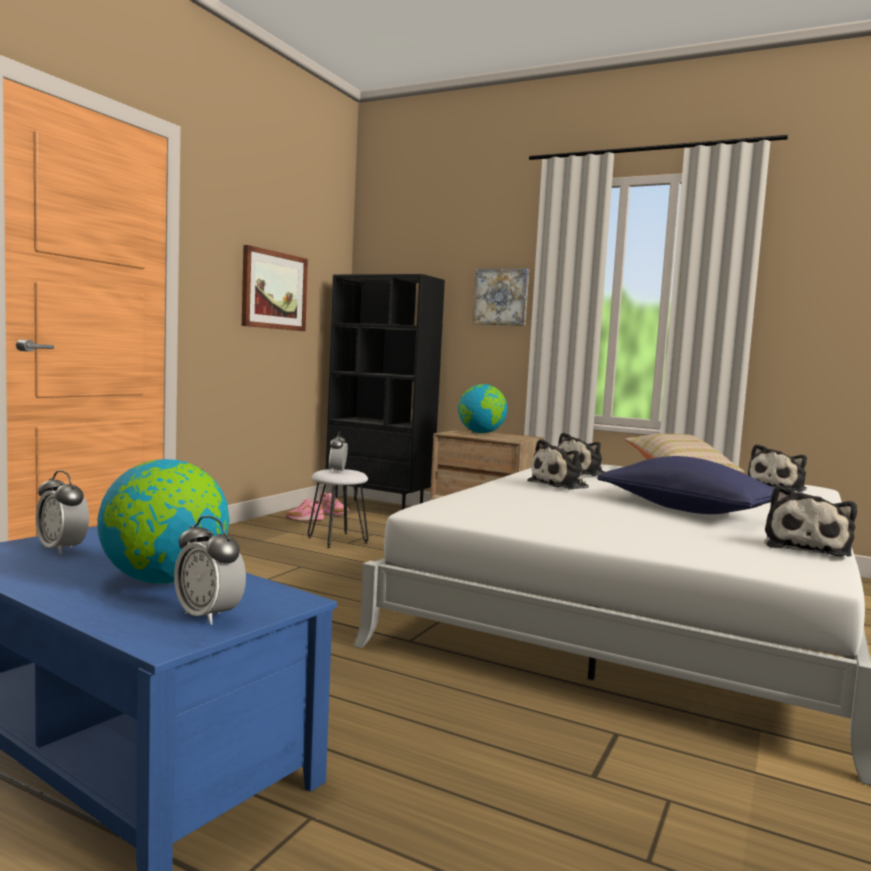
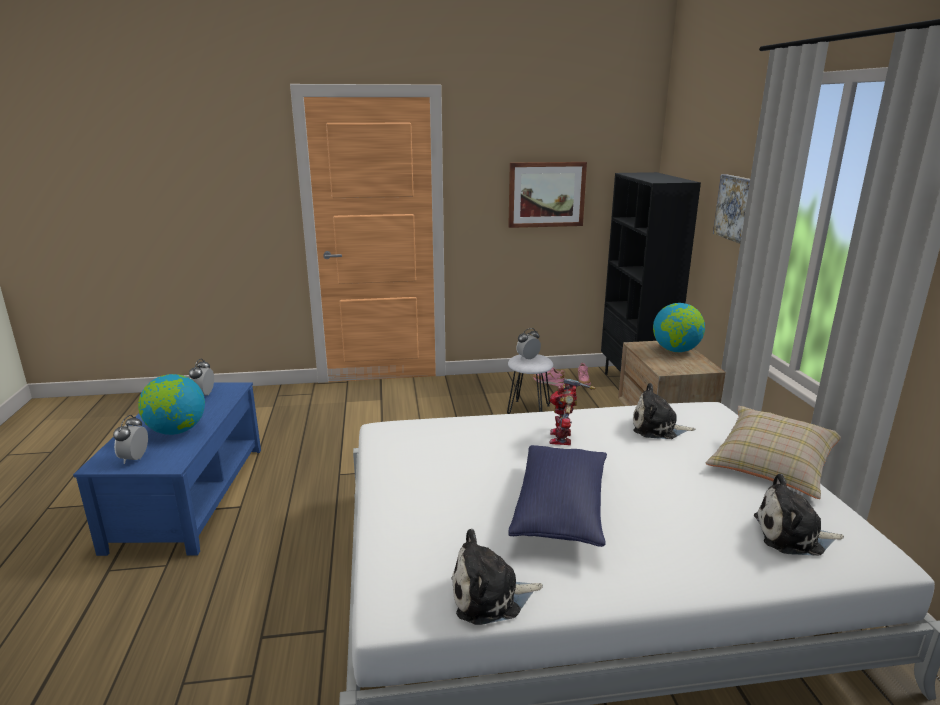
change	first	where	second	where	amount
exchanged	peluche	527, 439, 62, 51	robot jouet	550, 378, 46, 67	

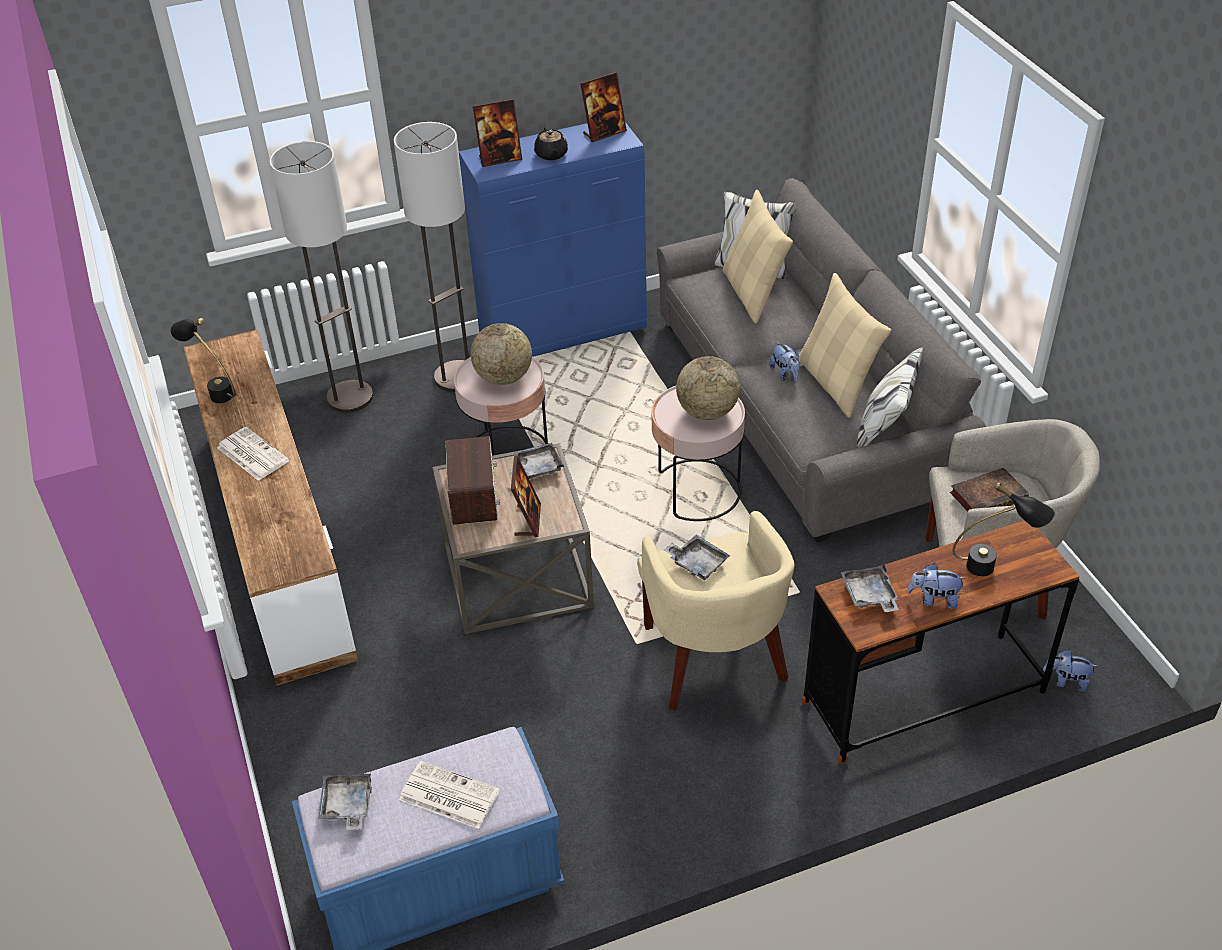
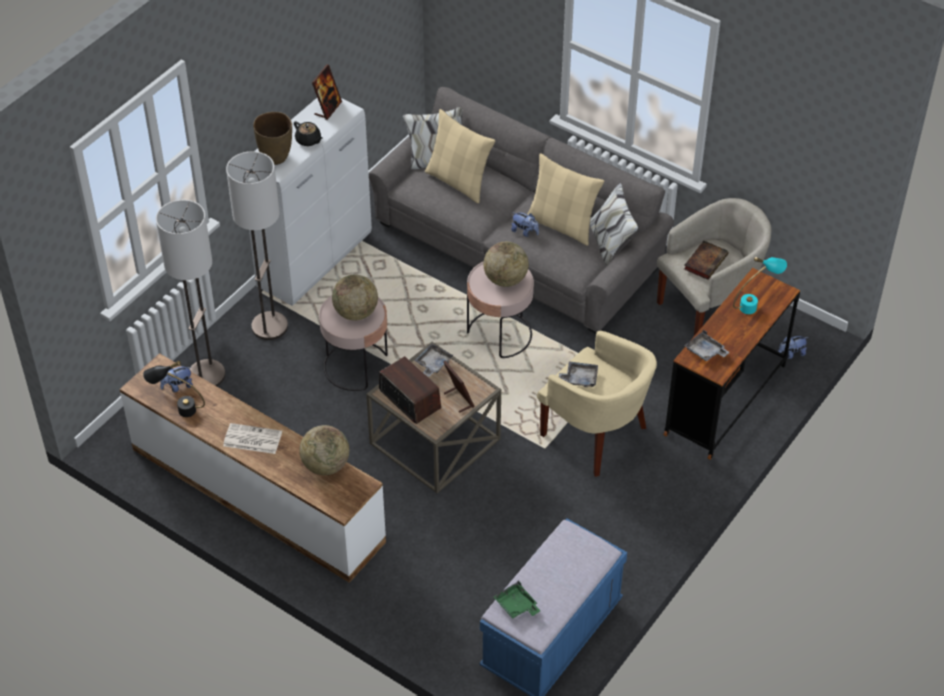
change	first	where	second	where	amount
exchanged	cadre photo	473, 99, 49, 68	vase/marron	253, 112, 39, 53	
colour	meuble de rangement/bleu	459, 122, 188, 235	meuble de rangement/blanc	249, 98, 123, 208	
colour	lampe de table/noir	952, 482, 103, 95	lampe de table/turquoise	733, 257, 54, 57	
relocated	peluche	907, 563, 60, 46		160, 367, 33, 25	
missing	journal	399, 761, 101, 68			
colour	plateau/gris	318, 773, 54, 57	plateau/vert	493, 581, 47, 38	
appeared			globe	299, 425, 50, 50	

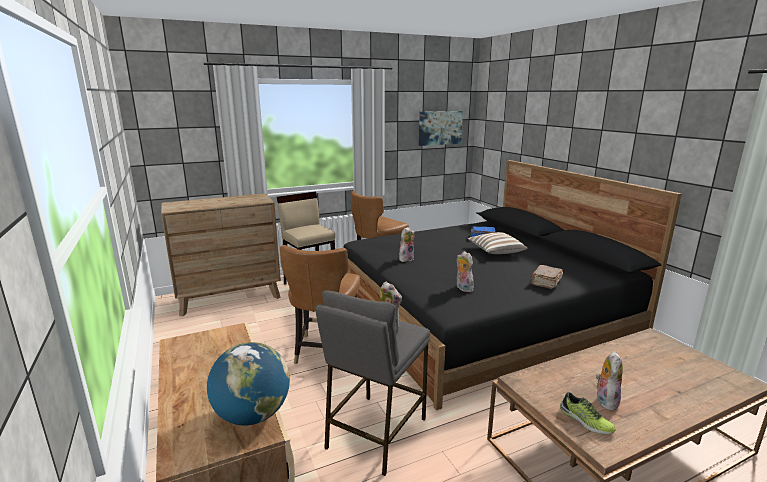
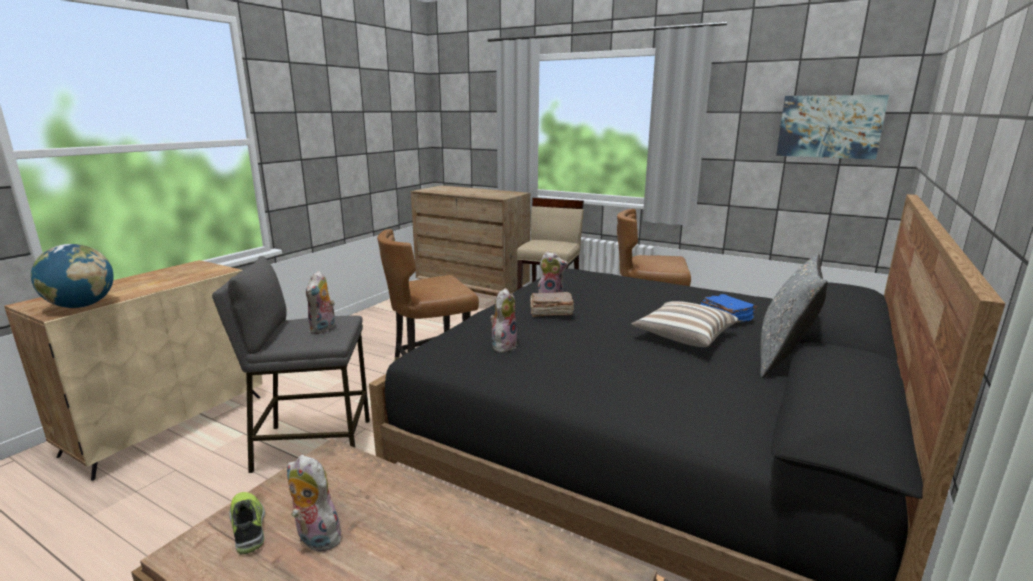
change	first	where	second	where	amount
relocated	livre/marron	531, 265, 32, 24		530, 292, 44, 25	
spun	peluche	596, 351, 27, 60		287, 455, 58, 98	135 degrees counterclockwise
spun	chaussure	560, 392, 56, 42		229, 492, 36, 62	135 degrees clockwise
appeared			coussin/gris	760, 253, 68, 125	

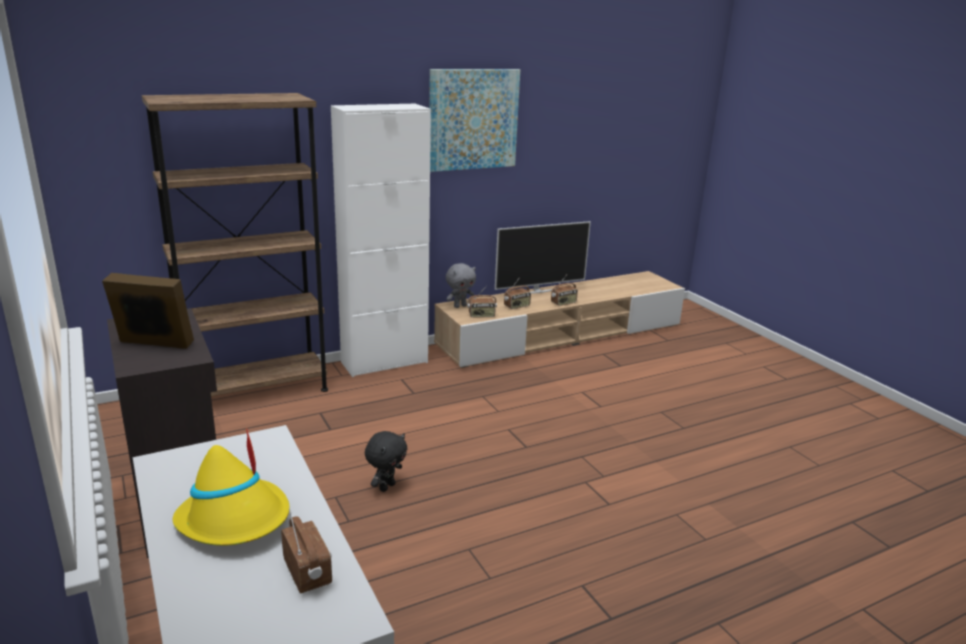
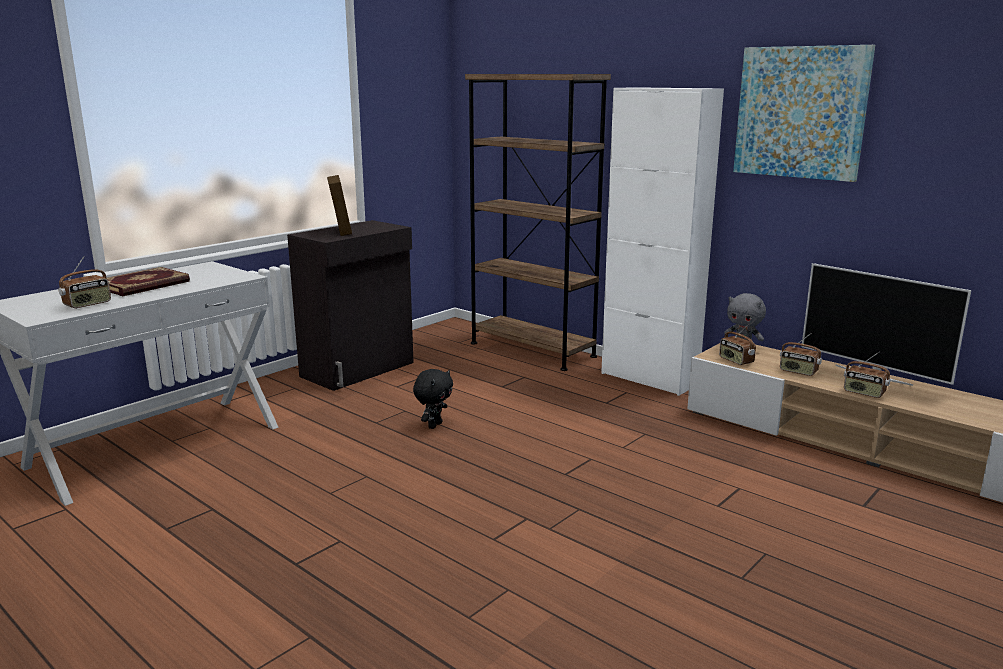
change	first	where	second	where	amount
exchanged	chapeau/jaune	173, 428, 117, 118	livre	107, 267, 83, 30	
spun	peluche/noir	365, 431, 42, 61		413, 369, 40, 60	75 degrees counterclockwise

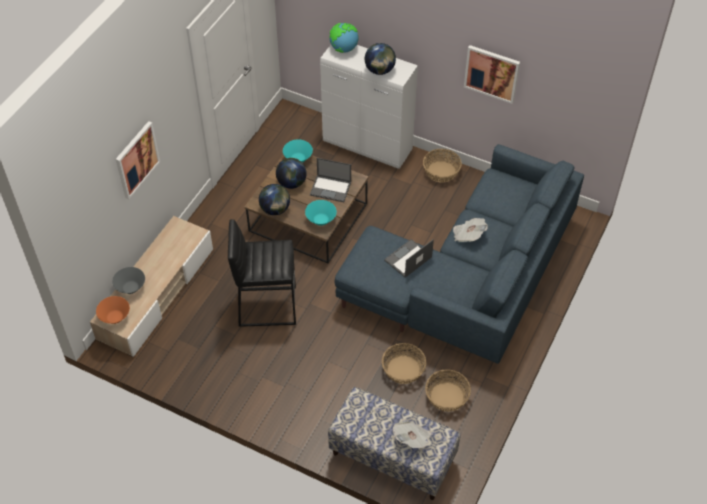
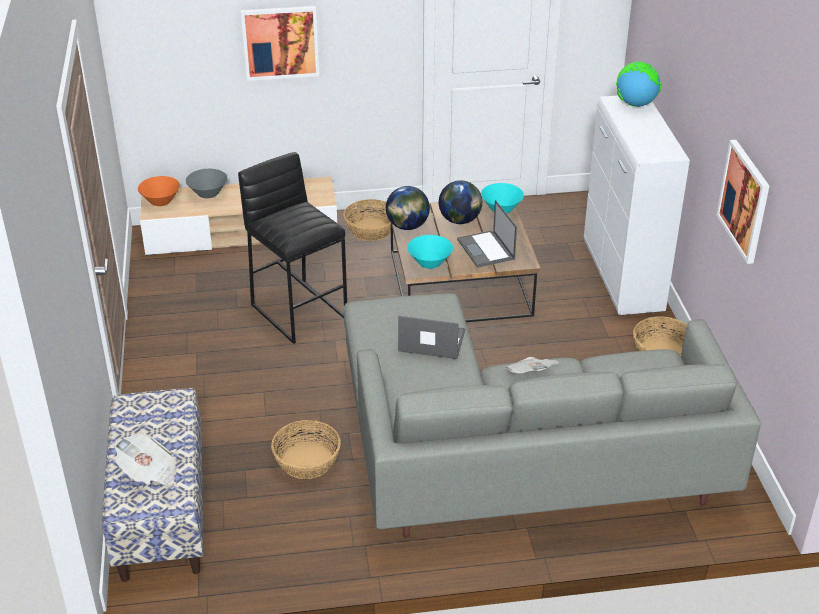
change	first	where	second	where	amount
missing	globe	365, 43, 31, 32			
colour	canapé/bleu	334, 144, 250, 220	canapé/gris	344, 293, 417, 245	
relocated	panier	425, 370, 46, 42		343, 199, 48, 42	

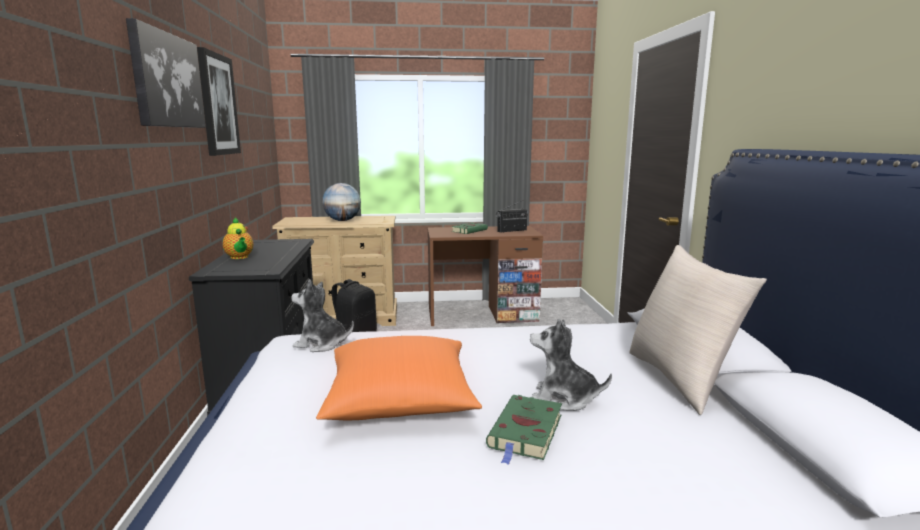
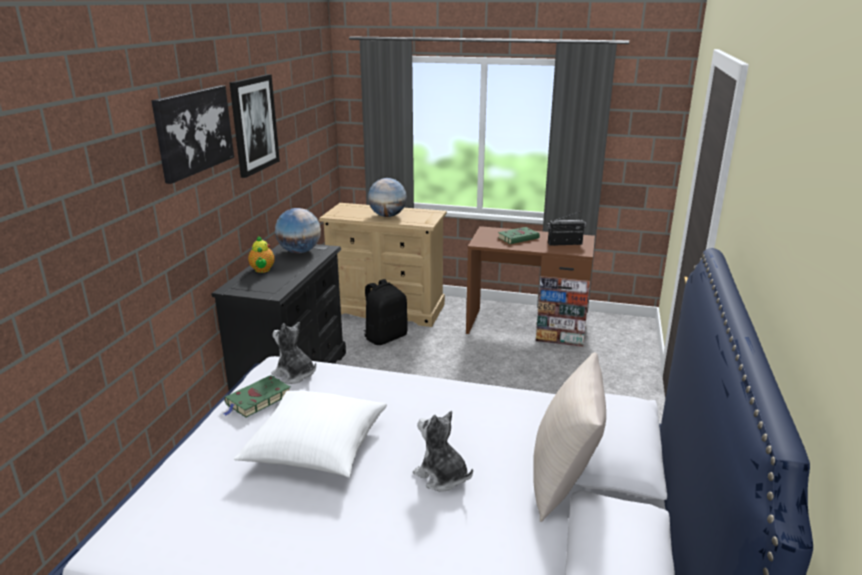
change	first	where	second	where	amount
colour	coussin/orange	316, 336, 166, 84	coussin/blanc	234, 390, 153, 88	
relocated	livre/vert	486, 395, 76, 70		223, 375, 67, 42	
appeared			globe	275, 208, 46, 45	

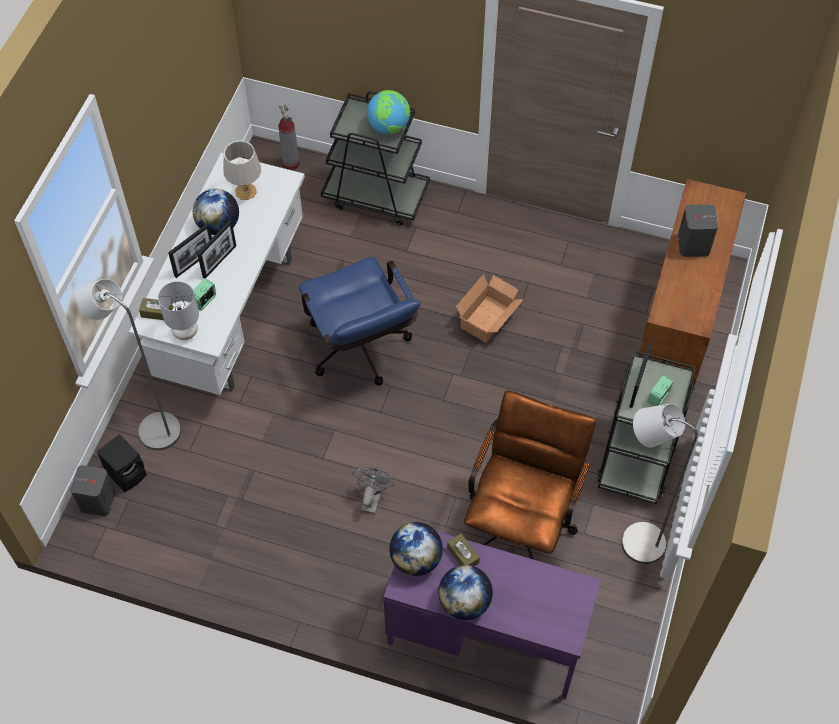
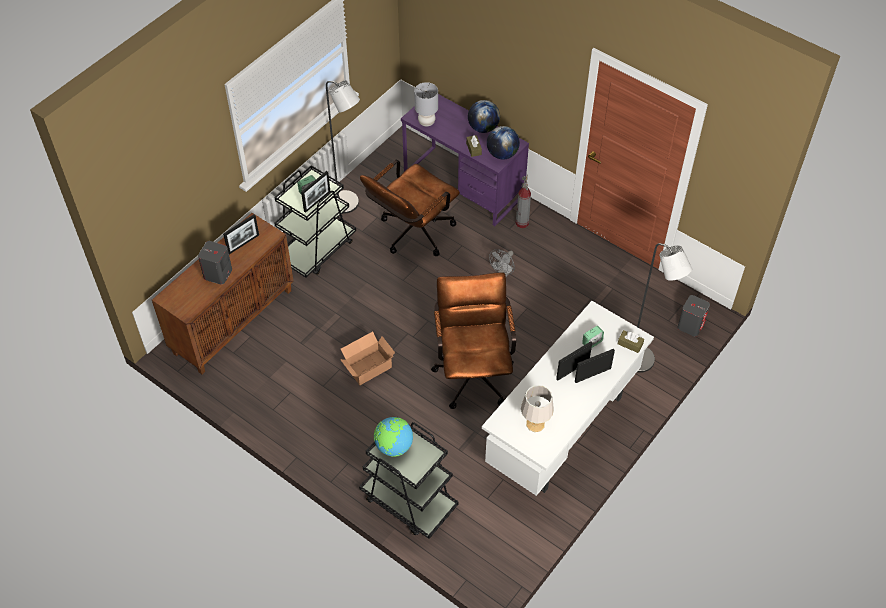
change	first	where	second	where	amount
relocated	extincteur	278, 105, 22, 65		516, 175, 15, 53	
missing	globe	193, 189, 46, 46			
colour	chaise de bureau/bleu	299, 257, 122, 129	chaise de bureau/marron	431, 272, 85, 137	
relocated	lampe de table/gris	158, 281, 41, 59		414, 82, 24, 44	
missing	enceinte/noir	97, 434, 50, 58			
appeared			cadre photo	223, 214, 36, 40	

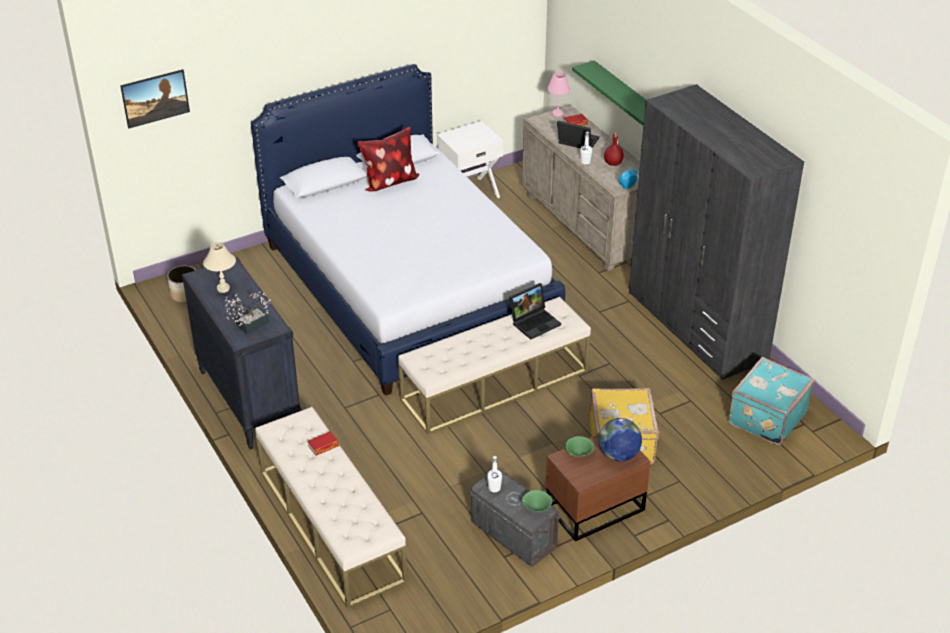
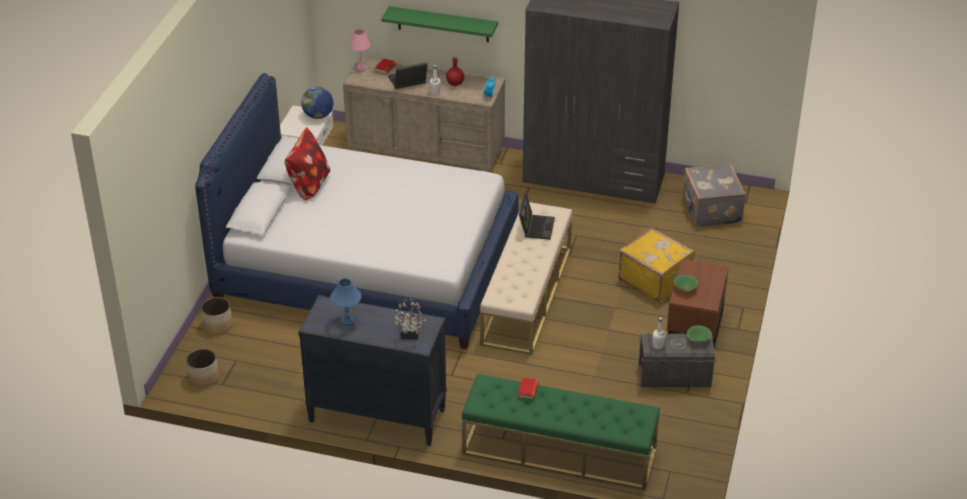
change	first	where	second	where	amount
missing	tableau	120, 69, 70, 60			
colour	lampe de table/beige	203, 242, 33, 51	lampe de table/bleu	330, 278, 32, 48	
colour	valise/turquoise	728, 357, 87, 89	valise/gris	683, 164, 63, 64	
colour	banc/beige	255, 407, 153, 202	banc/vert	462, 374, 198, 116	
relocated	globe	599, 418, 43, 44		301, 87, 32, 32	
appeared			cache-pot	201, 297, 32, 37	

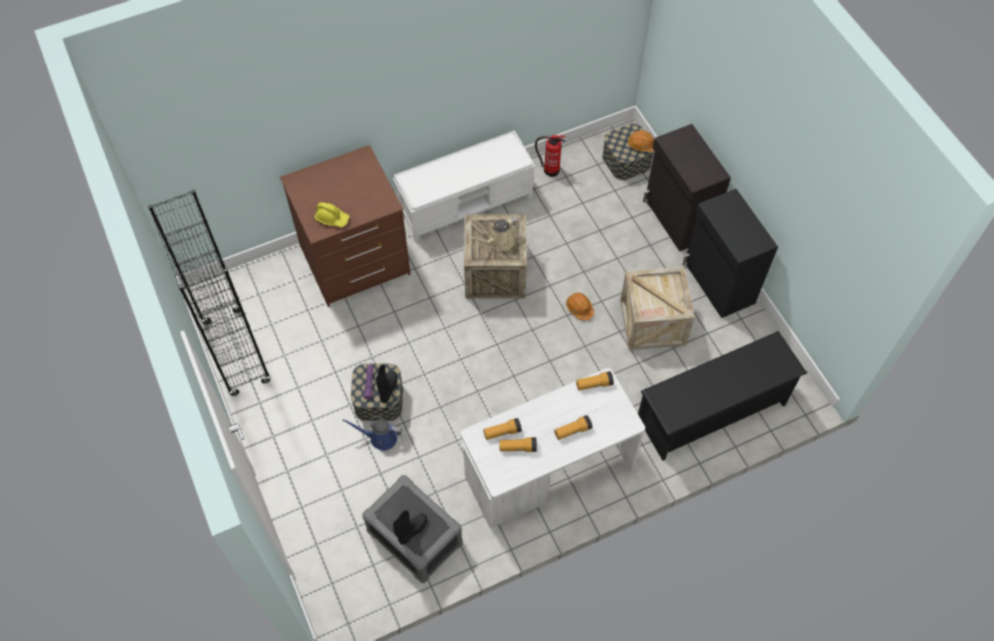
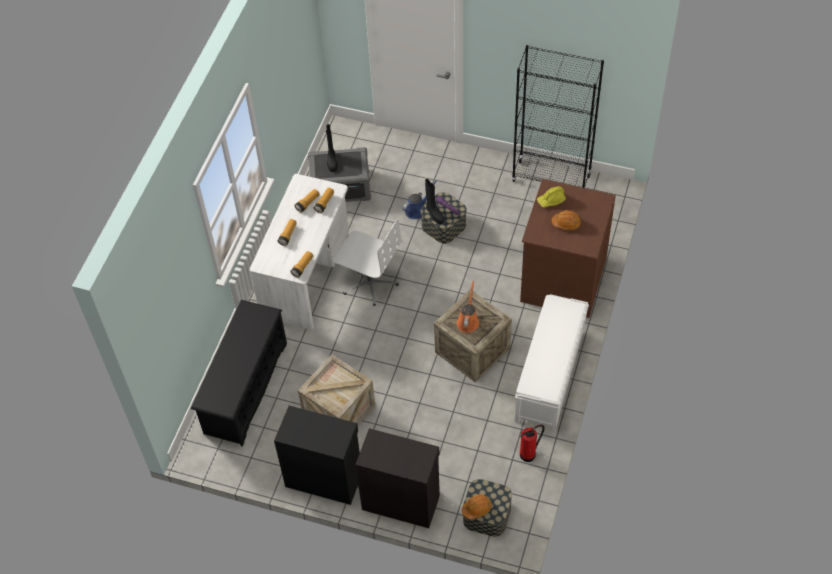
change	first	where	second	where	amount
colour	arrosoir/beige	469, 217, 50, 34	arrosoir/orange	457, 281, 22, 52	
relocated	casque de chantier/orange	566, 292, 28, 28		552, 210, 29, 20	
appeared			chaise de bureau/blanc	334, 219, 67, 87	

